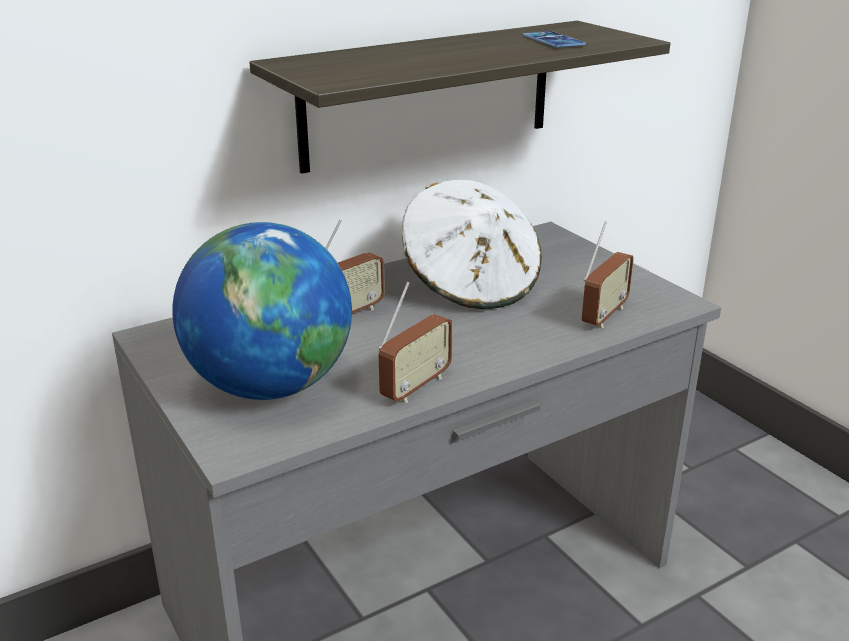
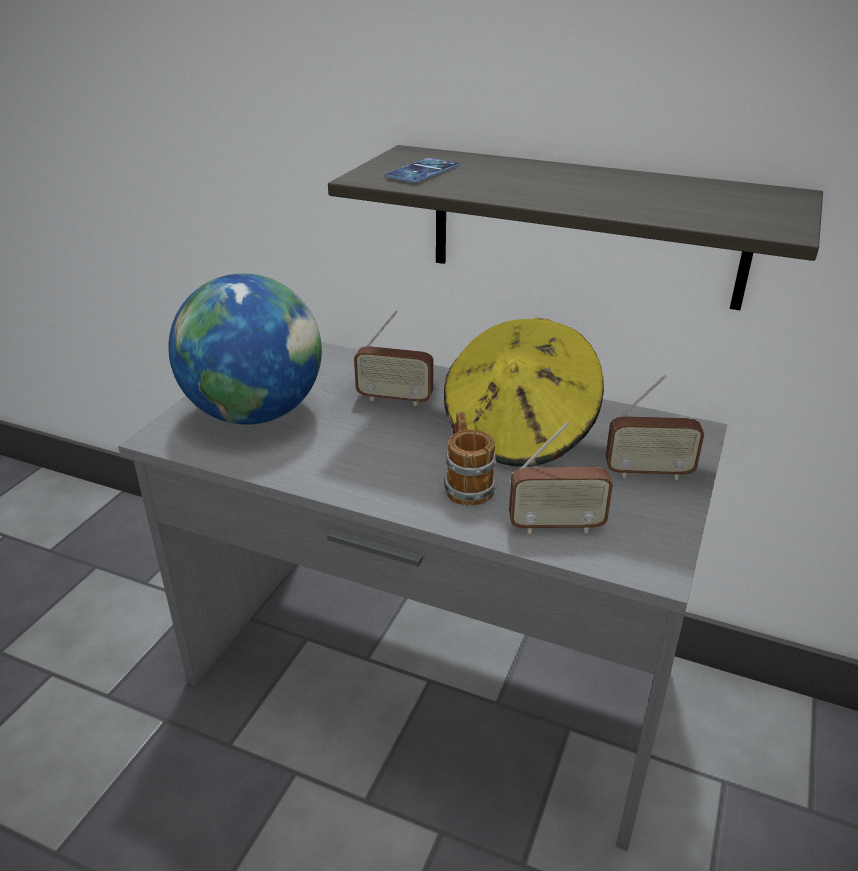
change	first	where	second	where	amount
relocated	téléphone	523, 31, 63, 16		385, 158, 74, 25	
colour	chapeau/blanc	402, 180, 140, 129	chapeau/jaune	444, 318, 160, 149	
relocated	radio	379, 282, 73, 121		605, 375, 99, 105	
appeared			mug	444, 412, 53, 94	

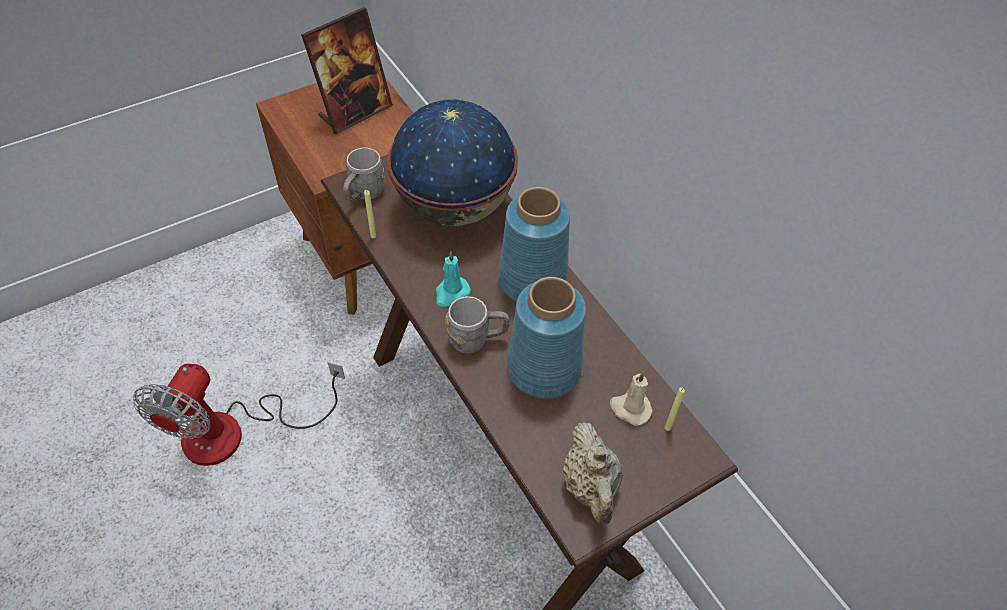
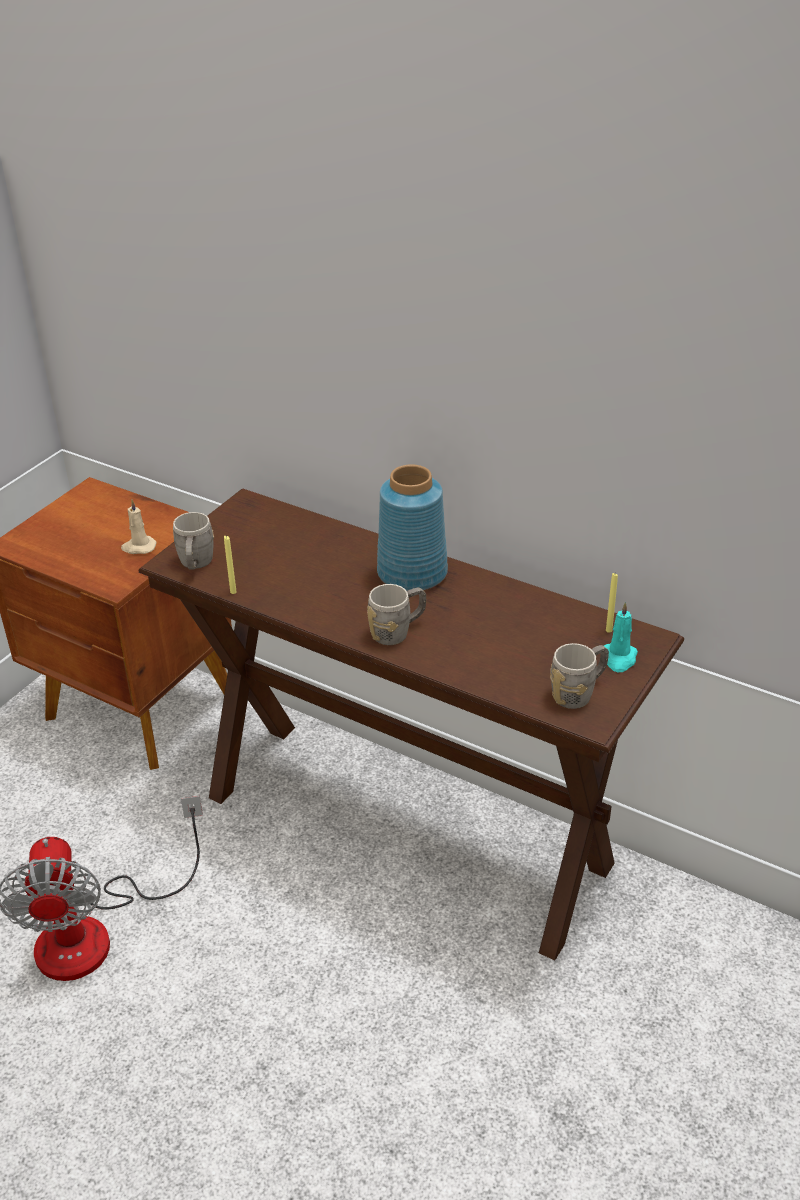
change	first	where	second	where	amount
missing	cadre photo	301, 7, 92, 127			
missing	globe	387, 100, 131, 126			
relocated	bougie/turquoise	435, 251, 36, 56		604, 602, 34, 70	
missing	vase/bleu	507, 277, 79, 122			
relocated	bougie/beige	610, 371, 42, 55		121, 499, 36, 55	
exchanged	théière/beige	563, 422, 60, 103	mug/gris	550, 643, 59, 66	

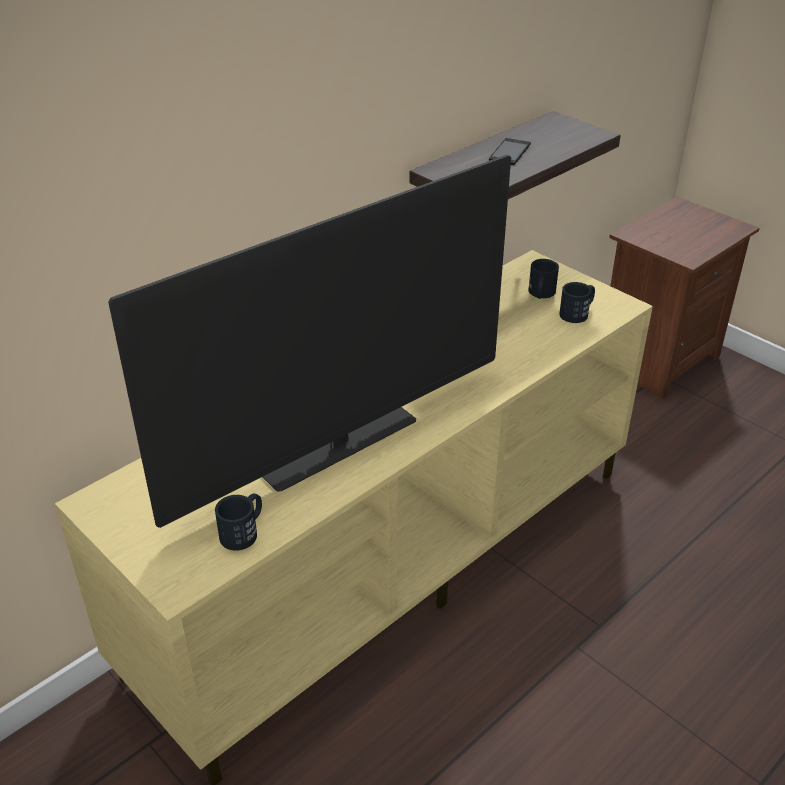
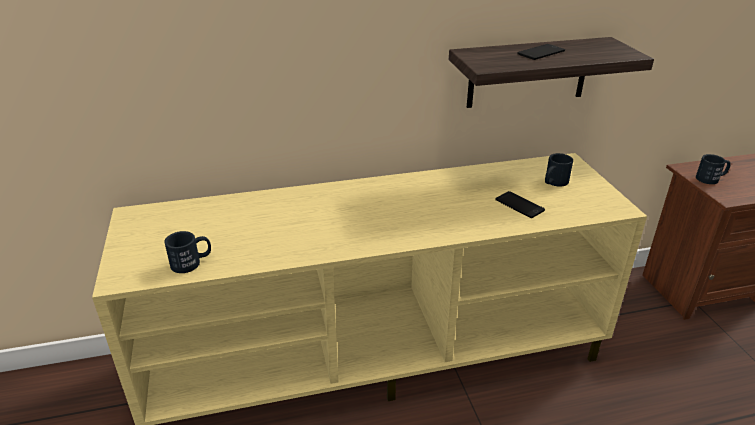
change	first	where	second	where	amount
missing	téléviseur	108, 155, 403, 373			
relocated	mug/noir	559, 282, 36, 41		696, 154, 35, 30	
appeared			téléphone	495, 191, 50, 27	

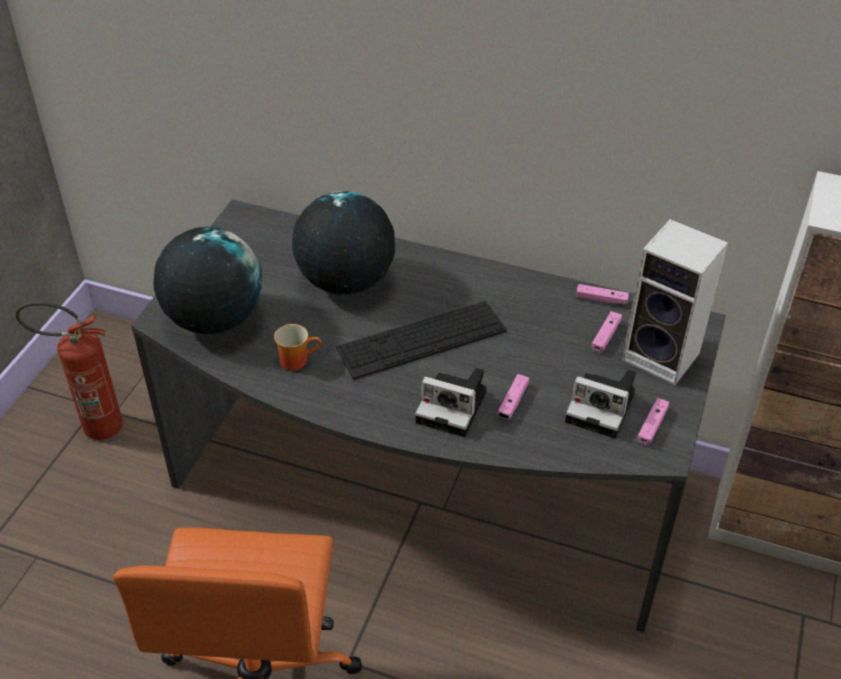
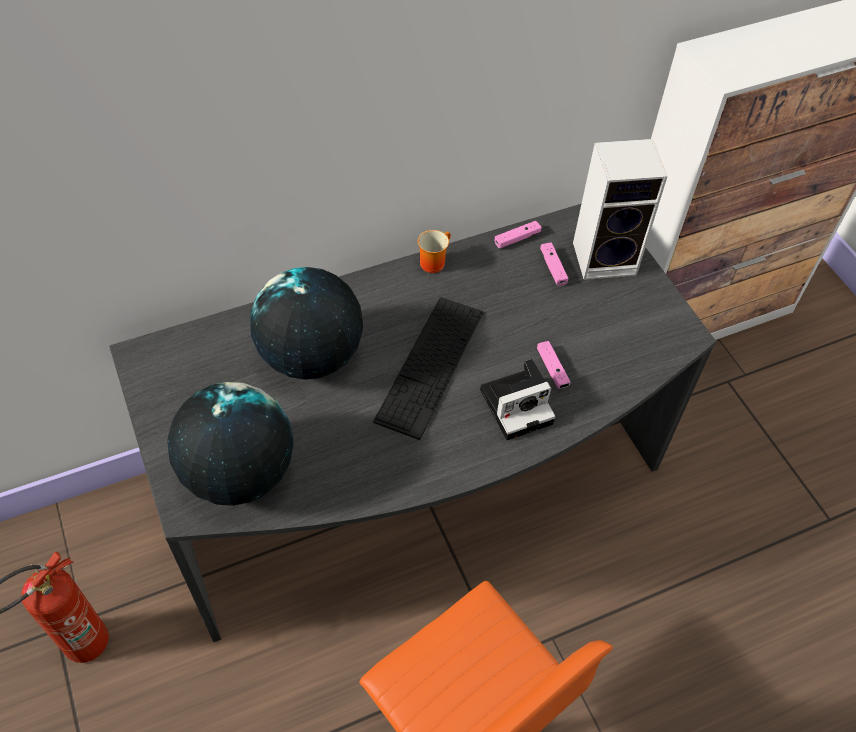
change	first	where	second	where	amount
relocated	mug	274, 324, 47, 47		418, 230, 33, 43	
missing	appareil photo	565, 369, 71, 69			
missing	manette/rose	637, 398, 33, 48			

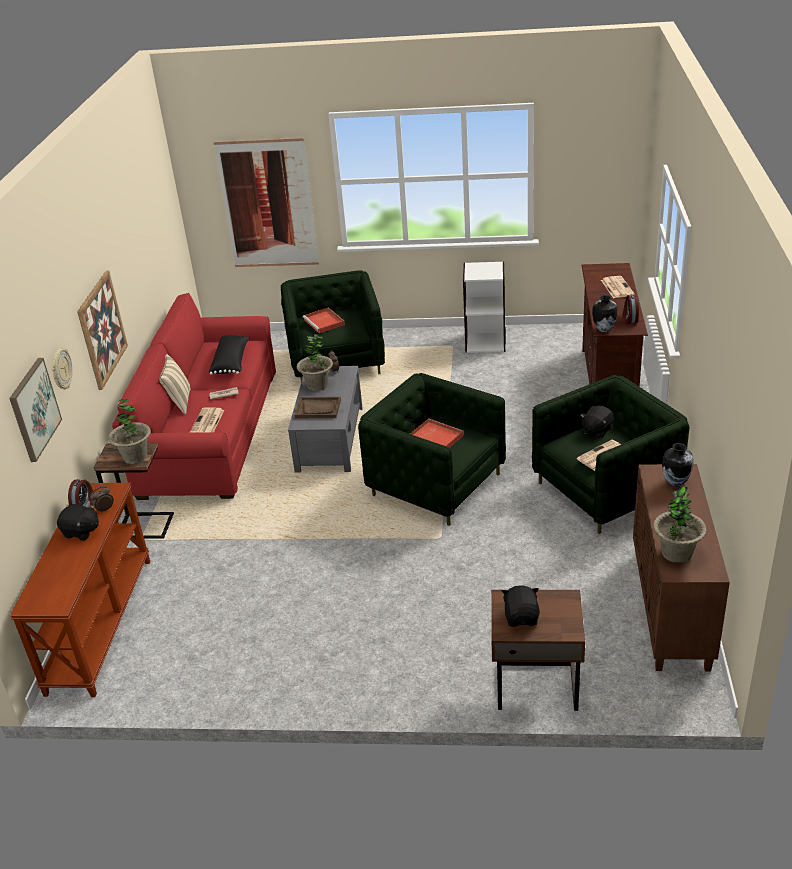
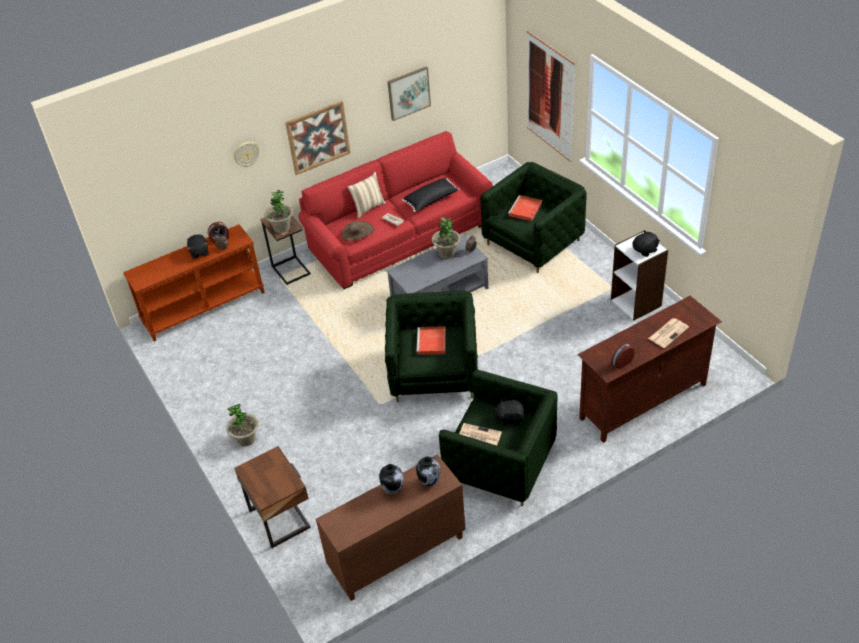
change	first	where	second	where	amount
relocated	vase	592, 295, 25, 37		379, 464, 24, 30	
relocated	tableau	9, 358, 53, 104		387, 67, 44, 54	
missing	plateau/marron	295, 397, 46, 21			
exchanged	journal	190, 407, 34, 26	chapeau/marron	342, 221, 32, 20	
relocated	plante en pot	653, 485, 54, 78		226, 404, 33, 42	
relocated	peluche/noir	502, 585, 38, 42		632, 230, 28, 27	

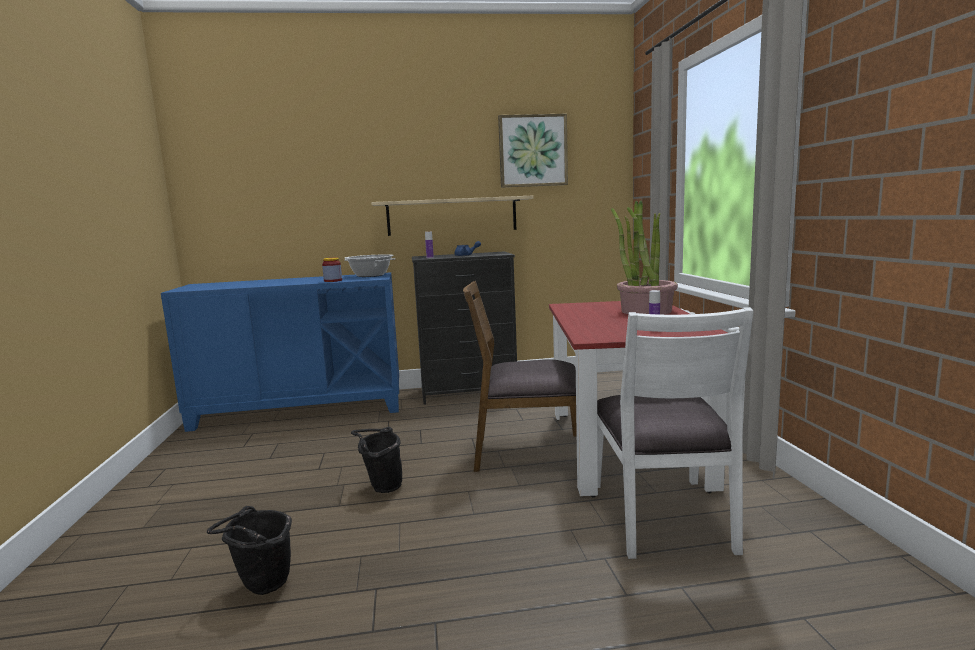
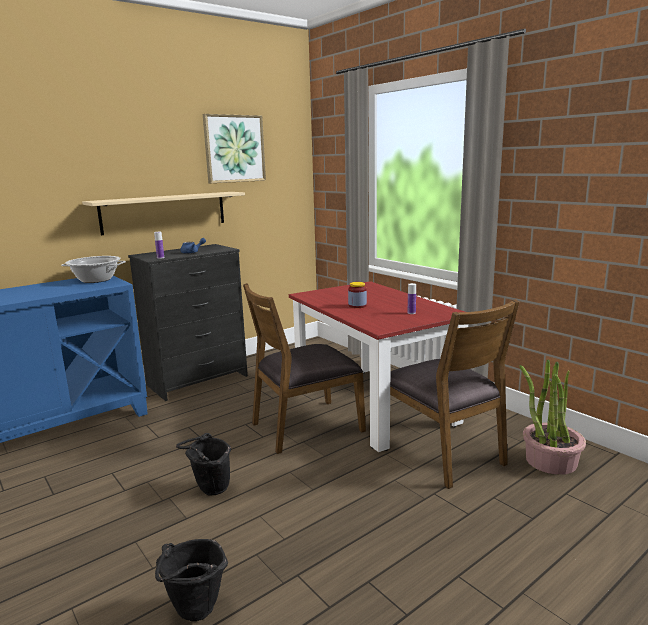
change	first	where	second	where	amount
relocated	plante en pot	611, 201, 67, 114		520, 359, 66, 116	
relocated	bocal	322, 258, 20, 24		348, 282, 19, 26	
colour	chaise/blanc	597, 307, 157, 252	chaise/marron	390, 299, 129, 190	

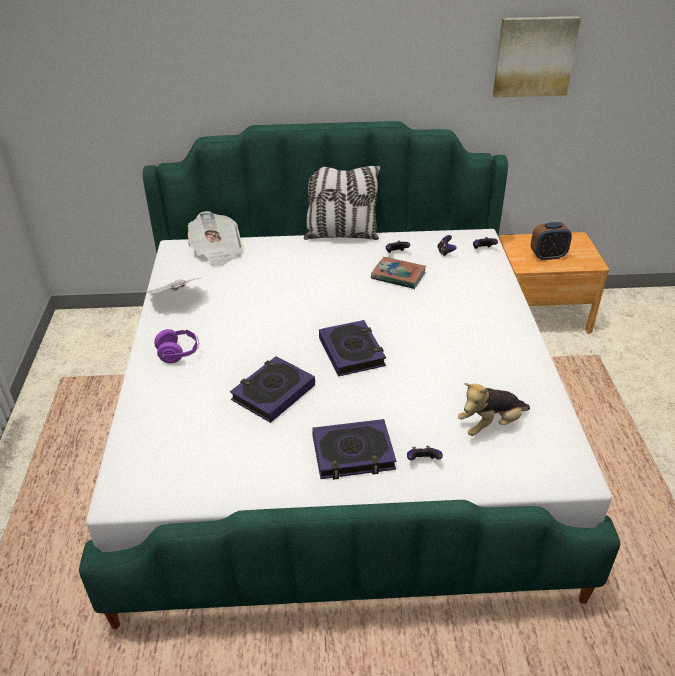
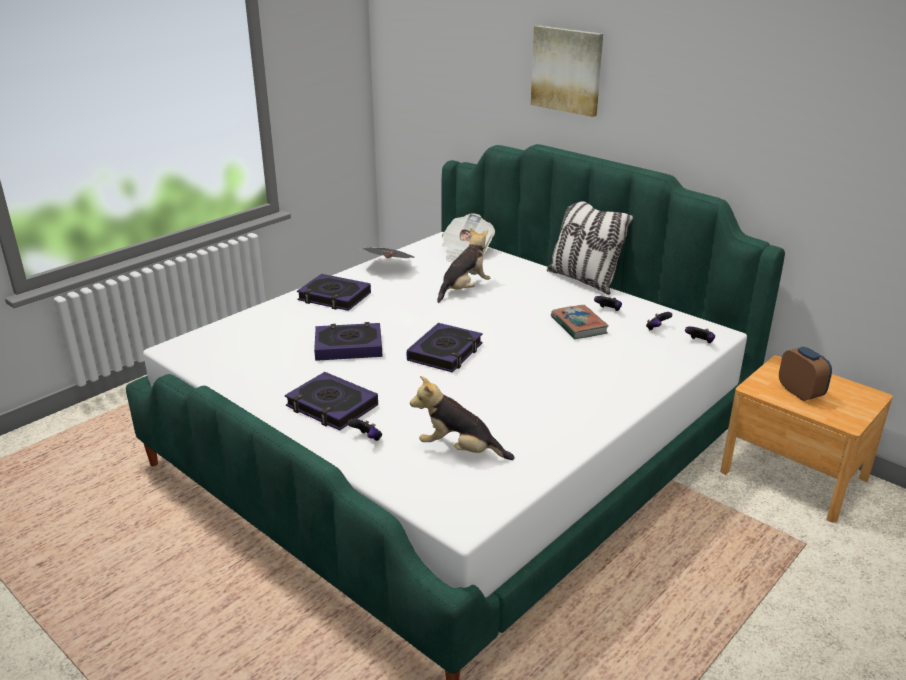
change	first	where	second	where	amount
relocated	tableau	493, 16, 88, 81		531, 25, 72, 92	
spun	réveil	531, 222, 41, 39		779, 347, 53, 54	150 degrees counterclockwise
exchanged	casque audio/violet	154, 329, 45, 34	livre	297, 274, 74, 37	
appeared			peluche	437, 228, 53, 75	

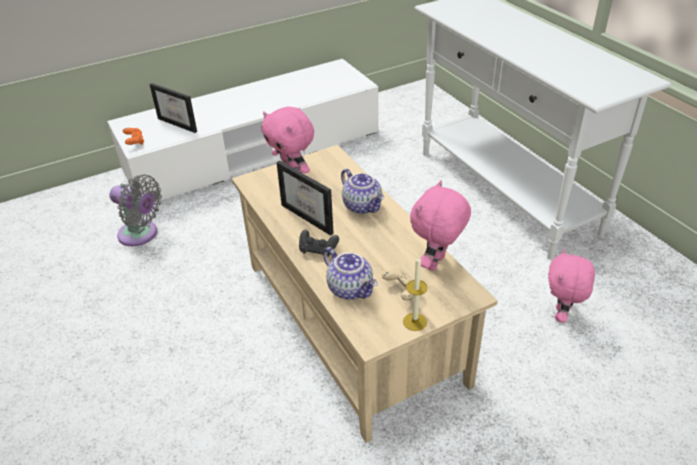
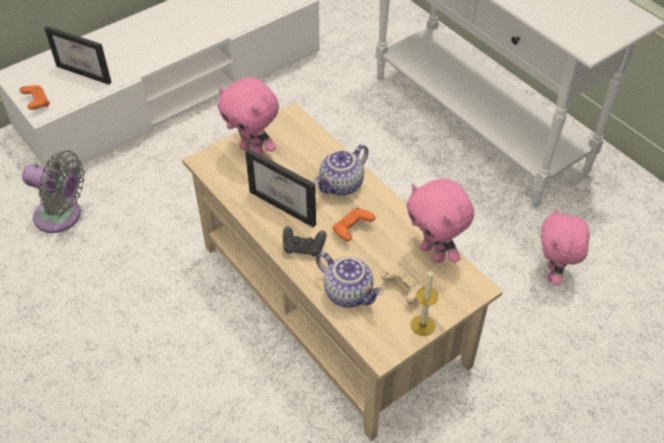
change	first	where	second	where	amount
spun	théière	341, 169, 43, 45		314, 144, 55, 51	90 degrees clockwise
spun	peluche/rose	410, 180, 61, 91		406, 179, 68, 84	60 degrees counterclockwise
appeared			manette/orange	333, 208, 42, 33	

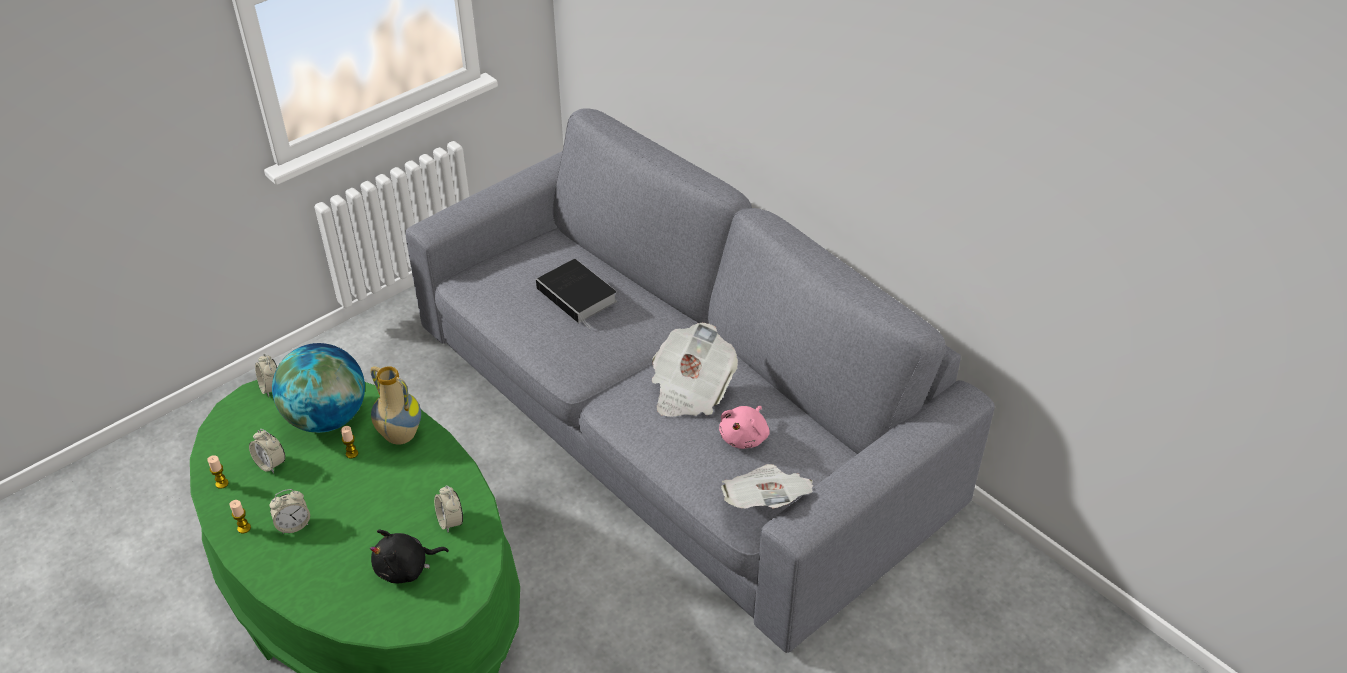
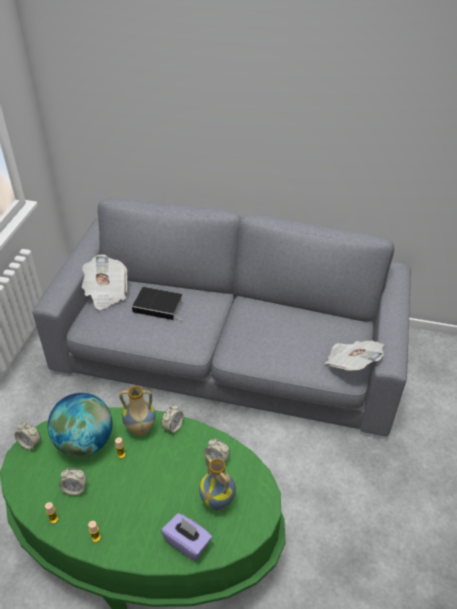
change	first	where	second	where	amount
relocated	journal	652, 323, 86, 94		82, 254, 45, 56	
missing	peluche/rose	719, 406, 51, 43			
relocated	réveil	269, 489, 41, 45		161, 404, 23, 31	
exchanged	peluche/noir	370, 529, 79, 54	vase	199, 455, 37, 56	
appeared			boîte à mouchoirs/violet	161, 513, 51, 48	

